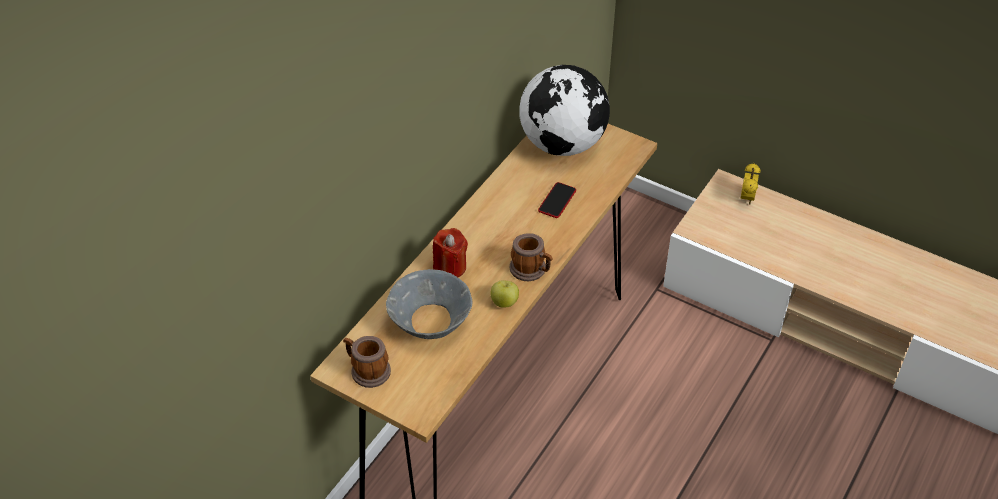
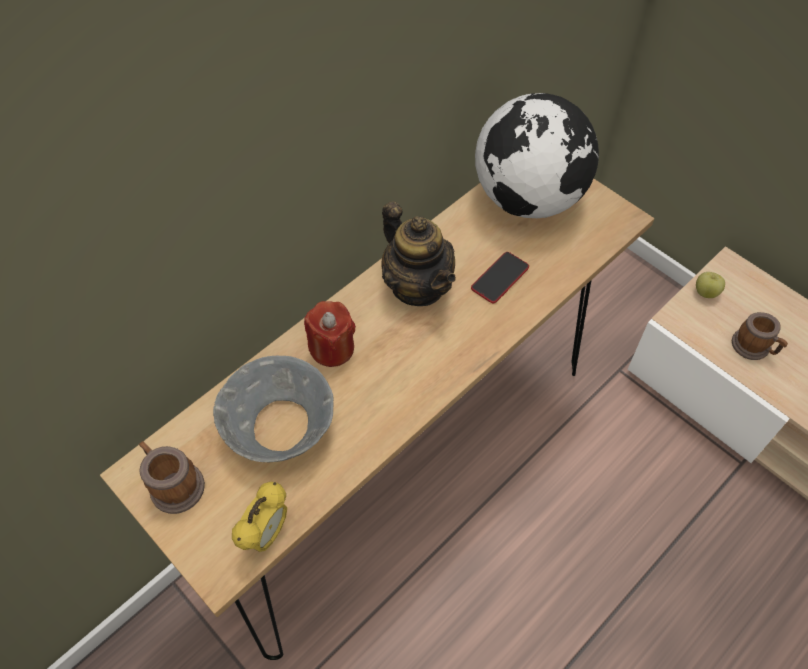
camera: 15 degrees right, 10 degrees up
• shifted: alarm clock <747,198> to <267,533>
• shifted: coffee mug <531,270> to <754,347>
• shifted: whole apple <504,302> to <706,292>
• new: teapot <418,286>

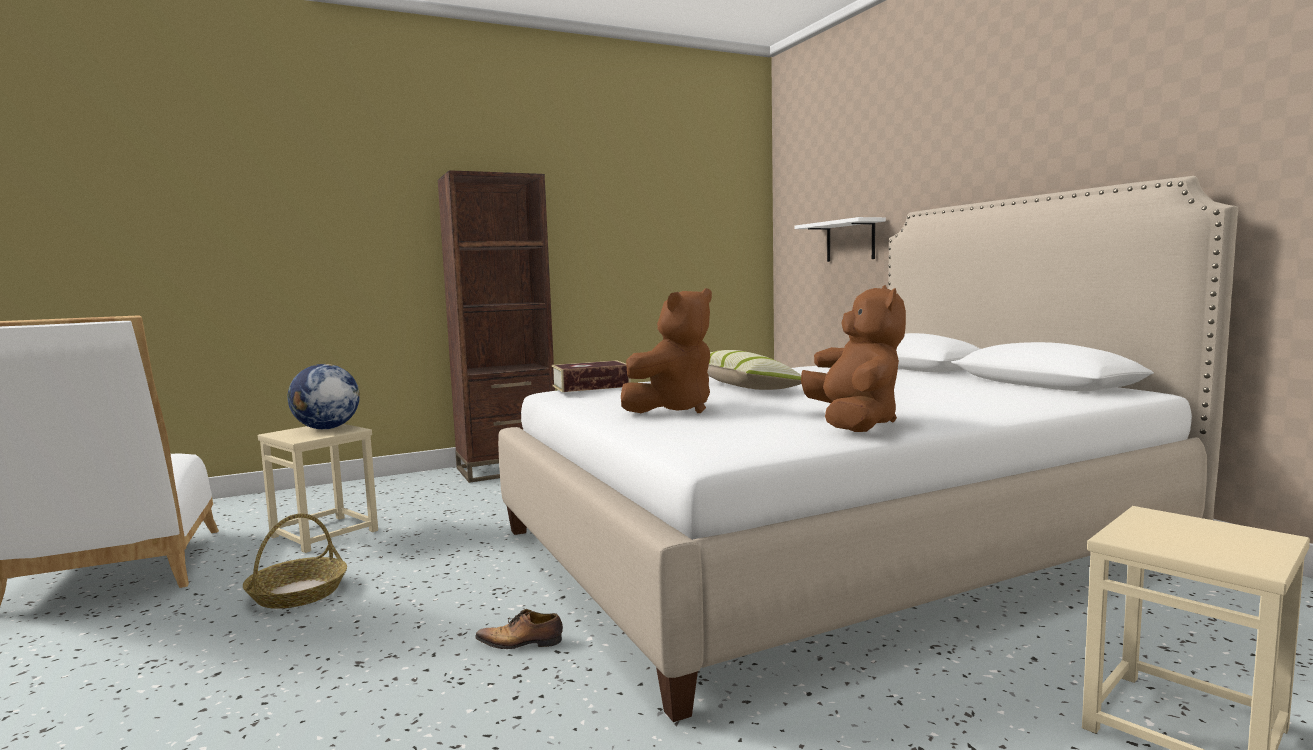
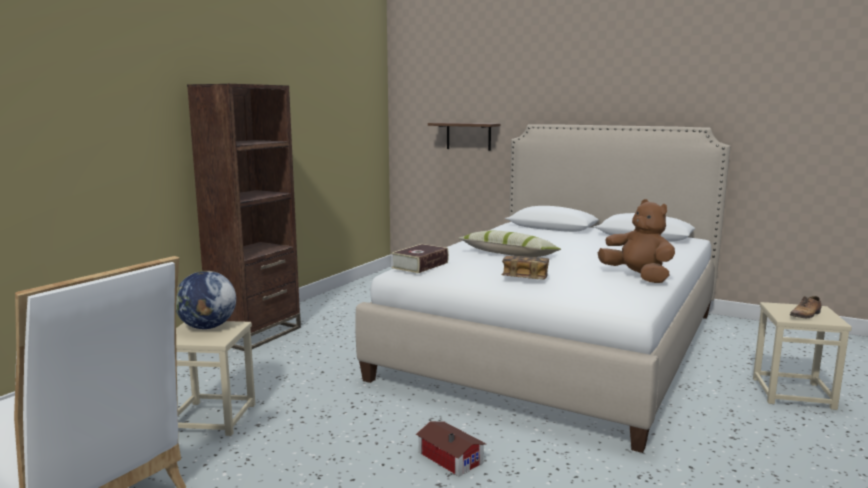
camera: 35 degrees left, 5 degrees up
• repainted: wall shelf/white <850,241> to wall shelf/brownish <468,136>
• swapped: cuddly toy/brownish <673,409> to bound book <525,278>
• gone: storage basket <298,593>
• shifted: low shoe <521,643> to <805,315>
• new: model house <450,456>

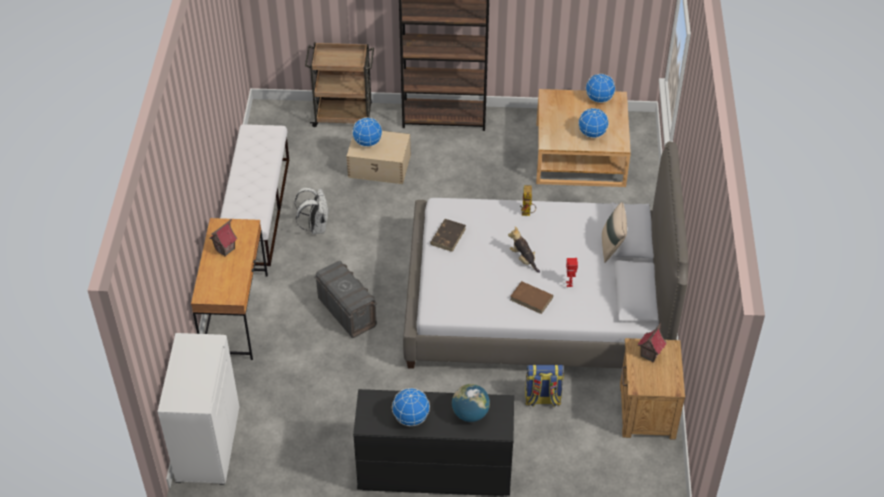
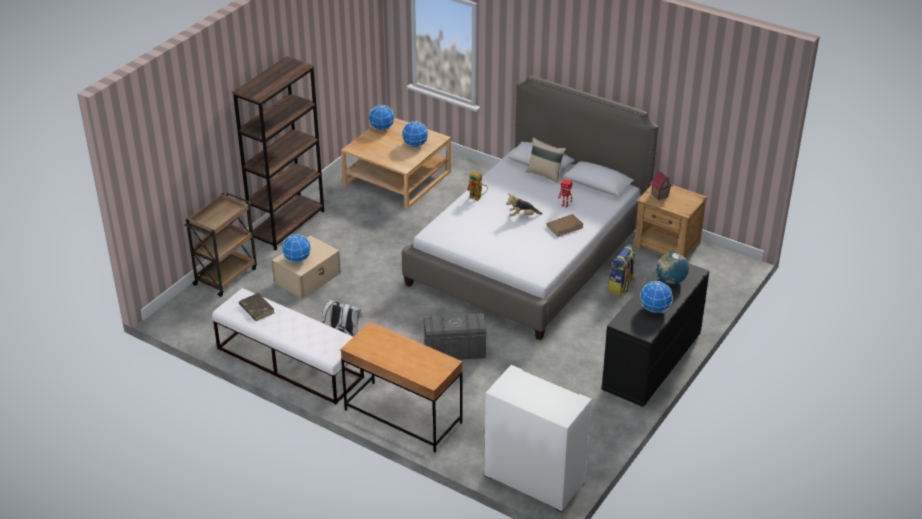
camera: 60 degrees left, 10 degrees down
• gone: model house <225,249>
• shifted: bound book/brownish <448,236> to <256,308>

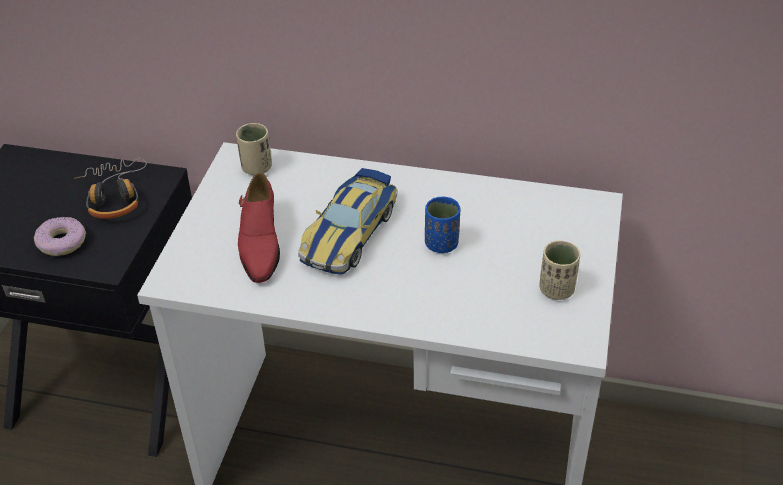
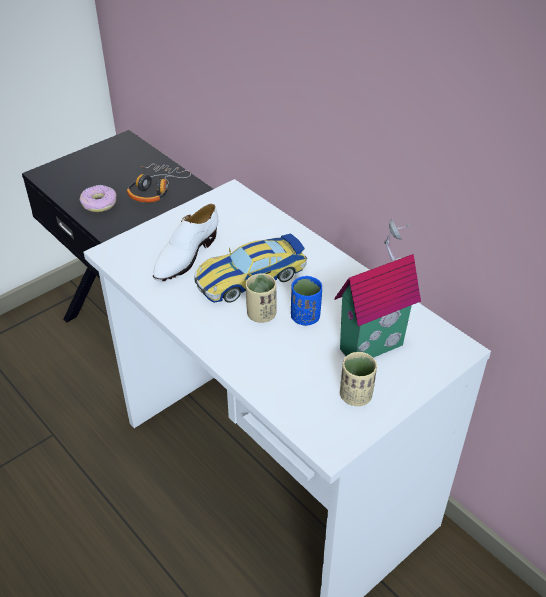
camera: 35 degrees right, 0 degrees up
• shifted: drinking cup/sand-coloured <256,168> to <261,315>
• repainted: low shoe/red <259,244> to low shoe/white <185,256>
• new: model house <369,344>

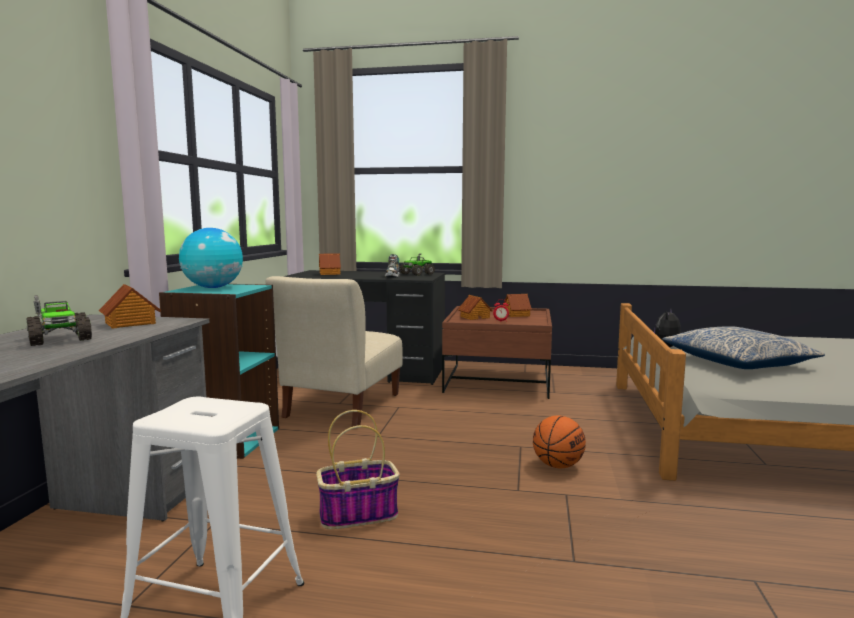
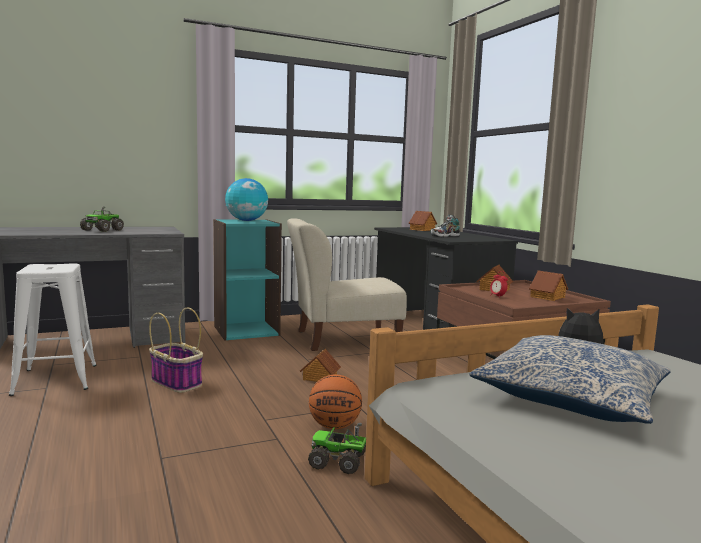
camera: 55 degrees right, 0 degrees up
• shifted: model truck <417,274> to <339,461>
• shifted: model house <130,323> to <319,377>

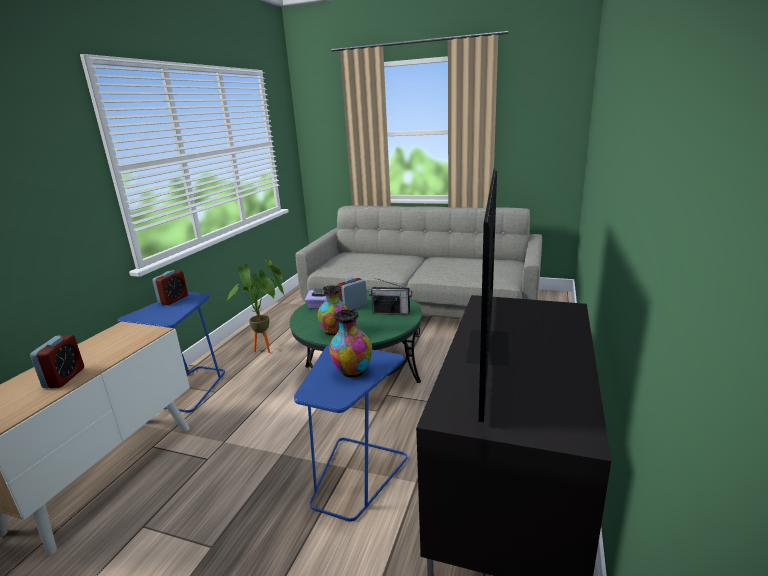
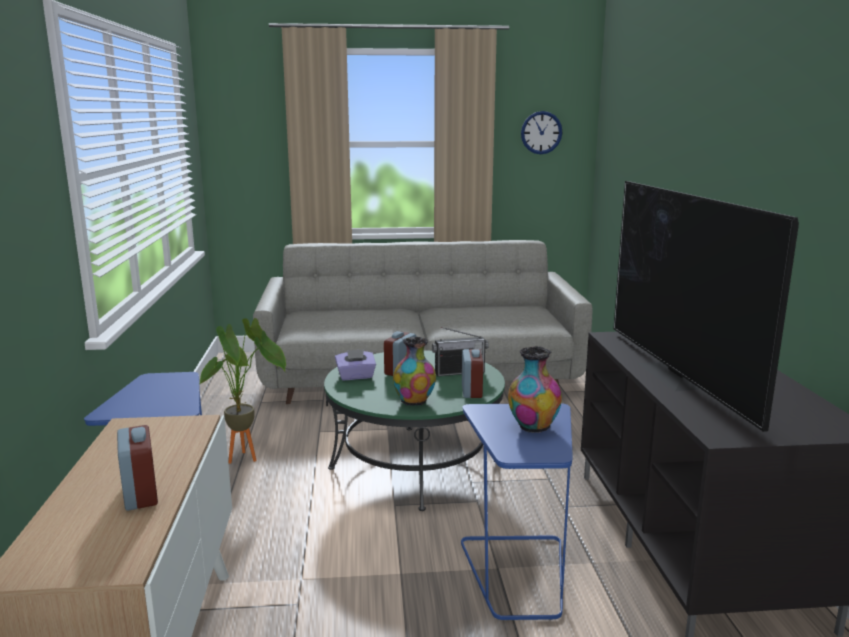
camera: 25 degrees left, 5 degrees down
• shifted: alarm clock <173,300> to <471,391>
• new: hanging clock <541,132>

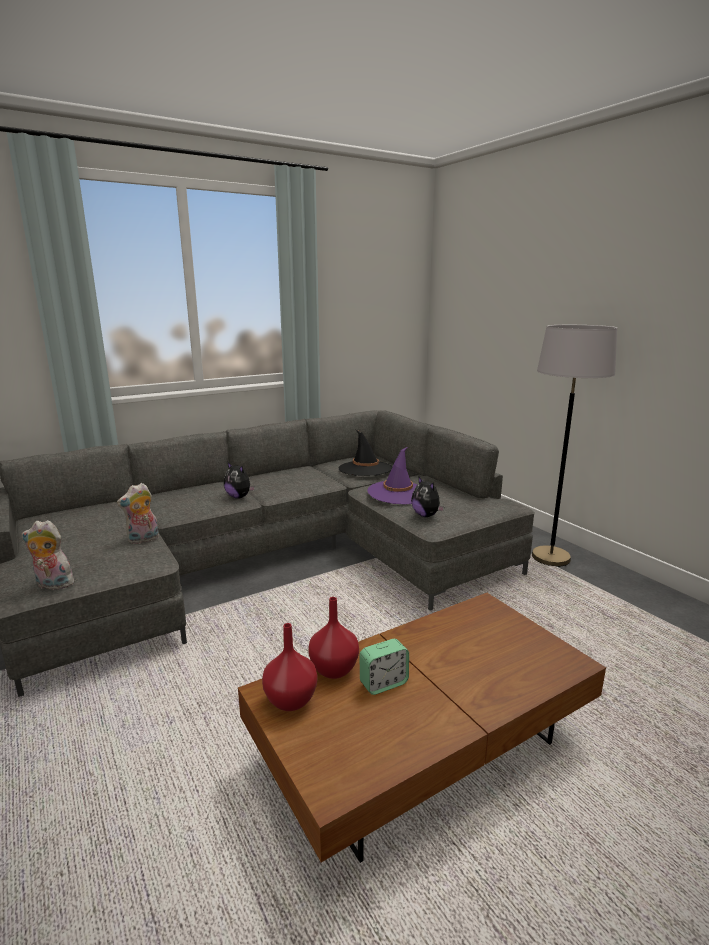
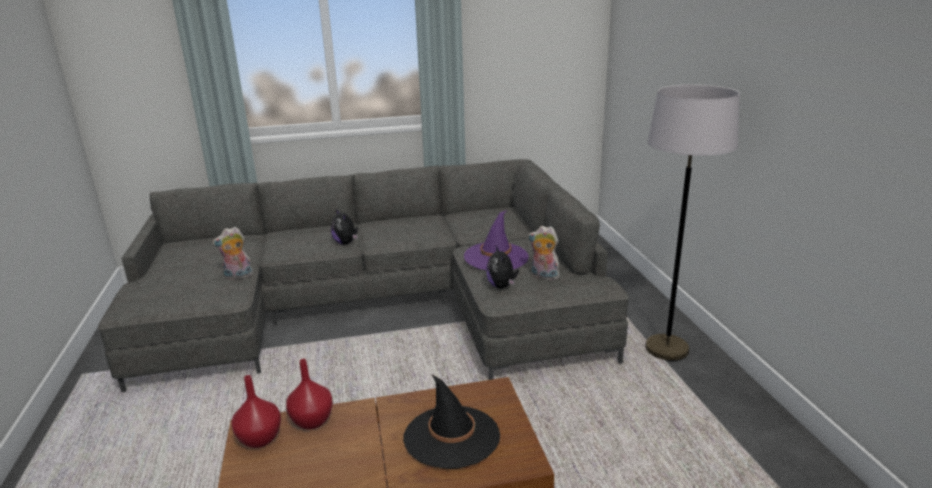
camera: 20 degrees right, 5 degrees up
• shifted: clothing hat/black-coloured <365,469> to <451,436>
• shifted: cuddly toy <52,585> to <543,276>
• gone: alarm clock <383,683>

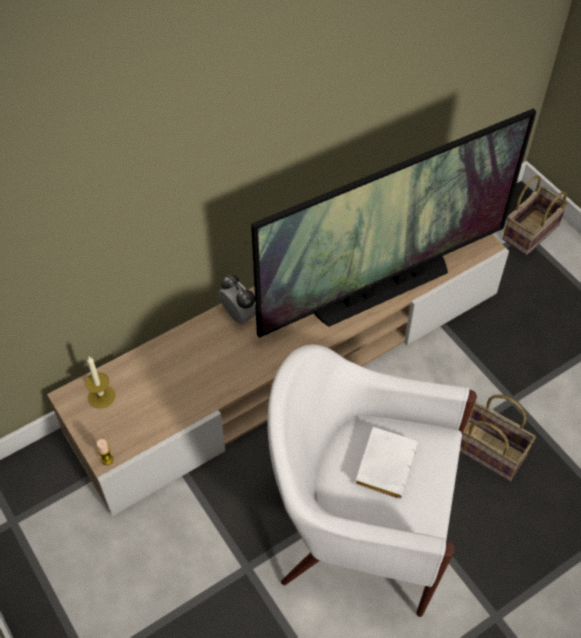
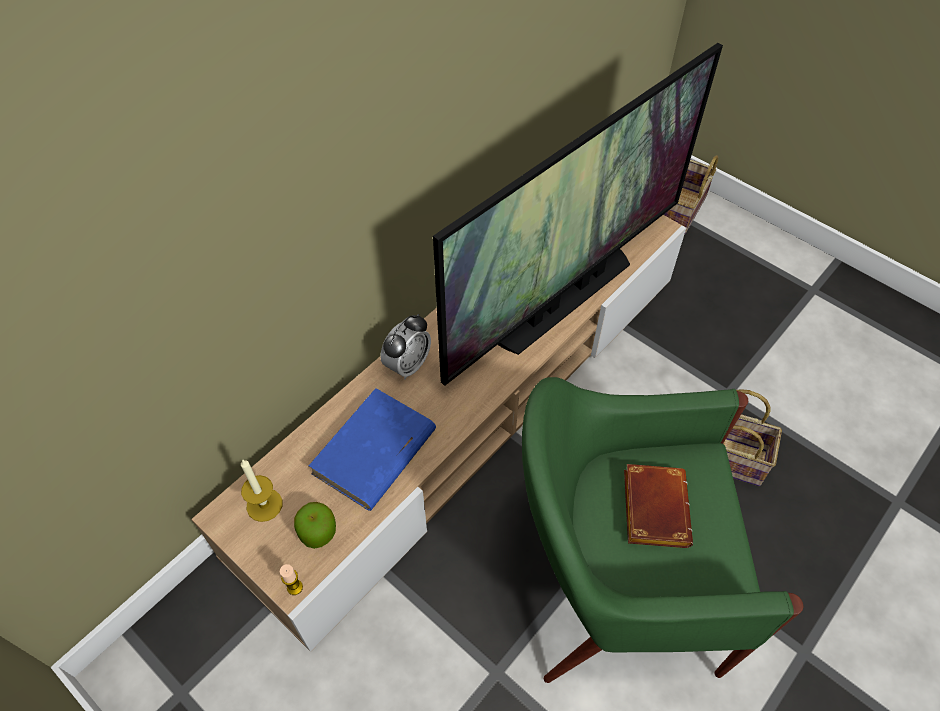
camera: 15 degrees left, 0 degrees up
• rotated: alarm clock <239,316> = <407,365> 90 degrees clockwise
• repainted: easy chair/white <361,526> to easy chair/greenish <614,582>
• repainted: bound book/white <383,463> to bound book/brownish <652,507>
• new: bound book/blue-coloured <374,453>
• new: whole apple <318,532>

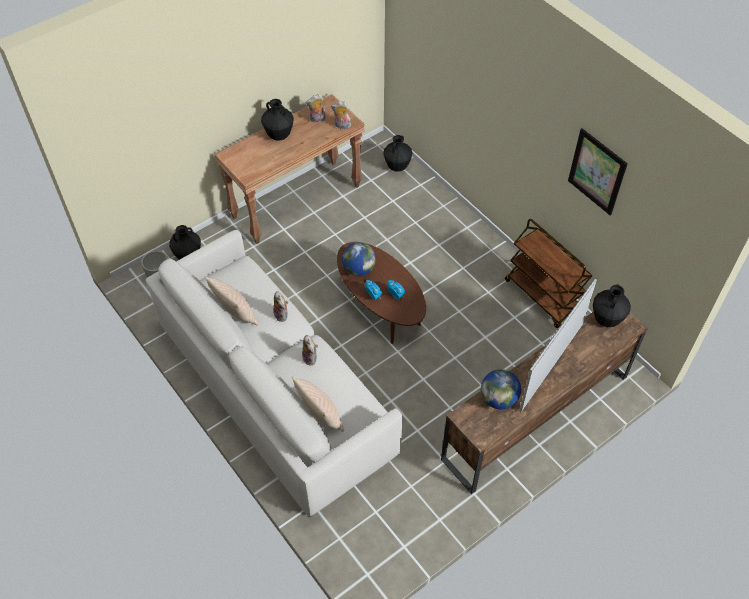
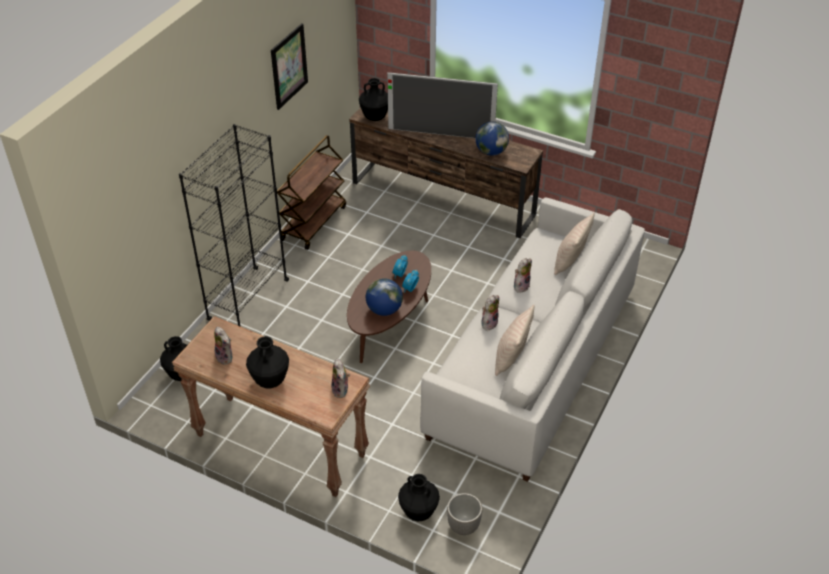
camera: 115 degrees left, 10 degrees down
• shifted: cuddly toy <341,126> to <341,390>
• new: bookcase/black-coloured <248,300>

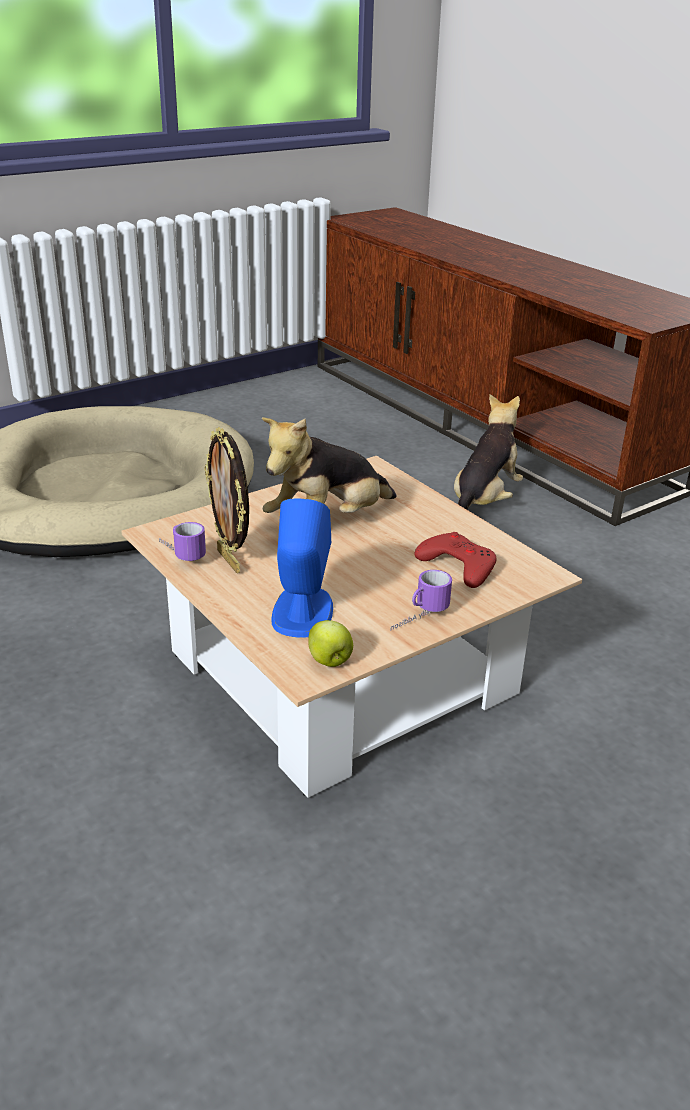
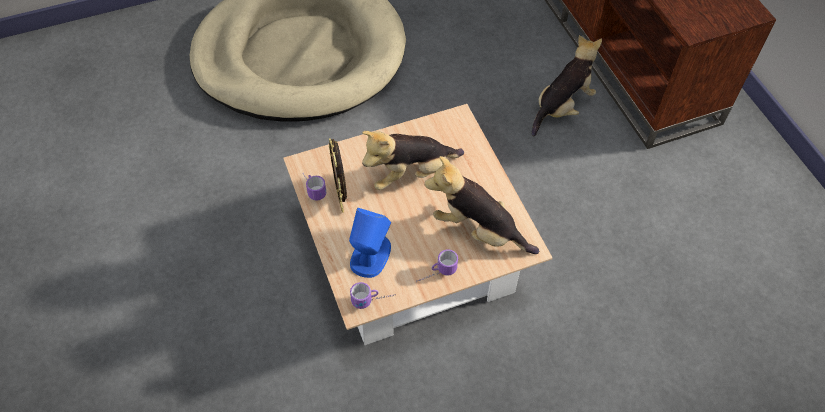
camera: 15 degrees right, 25 degrees up
• swapped: gamepad/red <458,565> to cuddly toy <478,230>
• swapped: whole apple <330,661> to coffee mug <373,300>

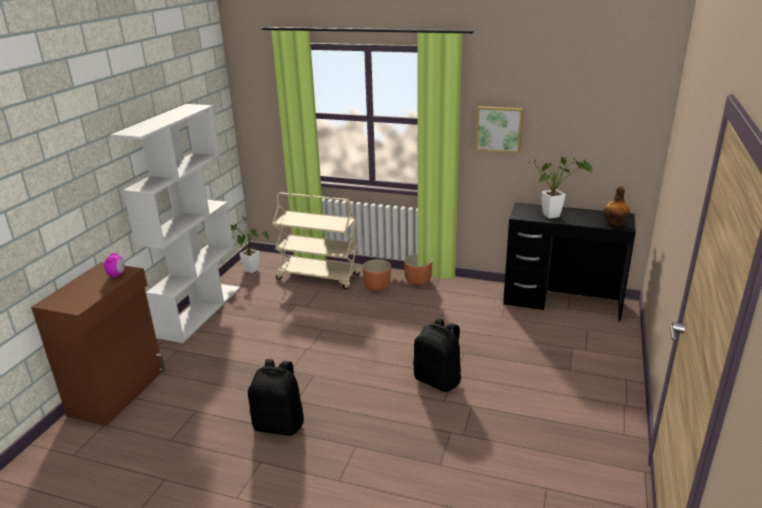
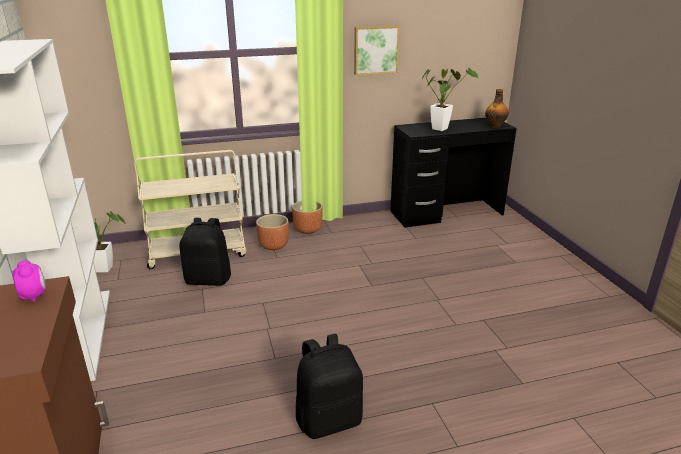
camera: 35 degrees left, 0 degrees up
• shifted: backpack/black-coloured <438,380> to <209,279>

